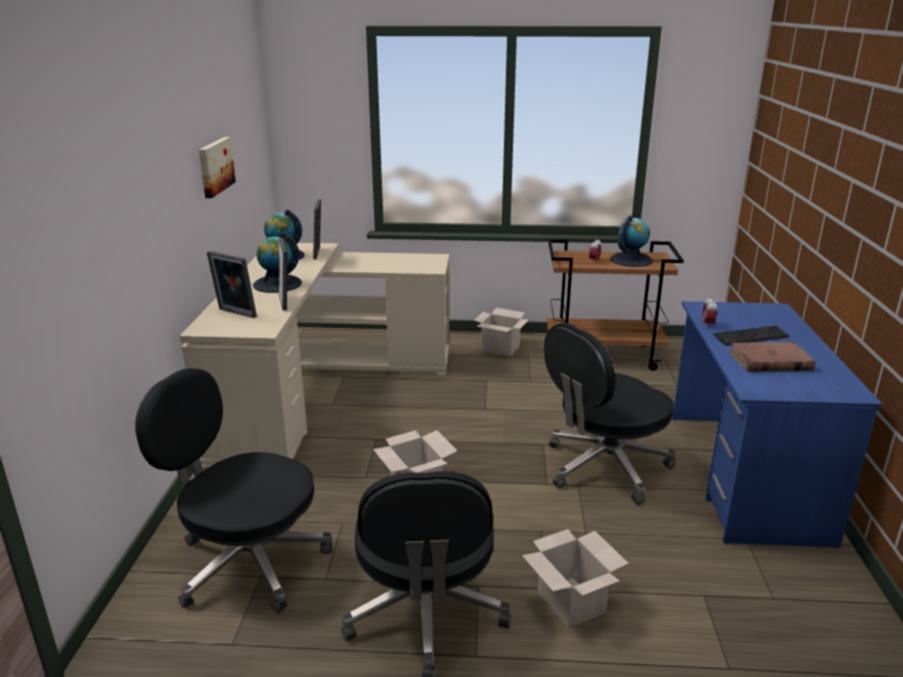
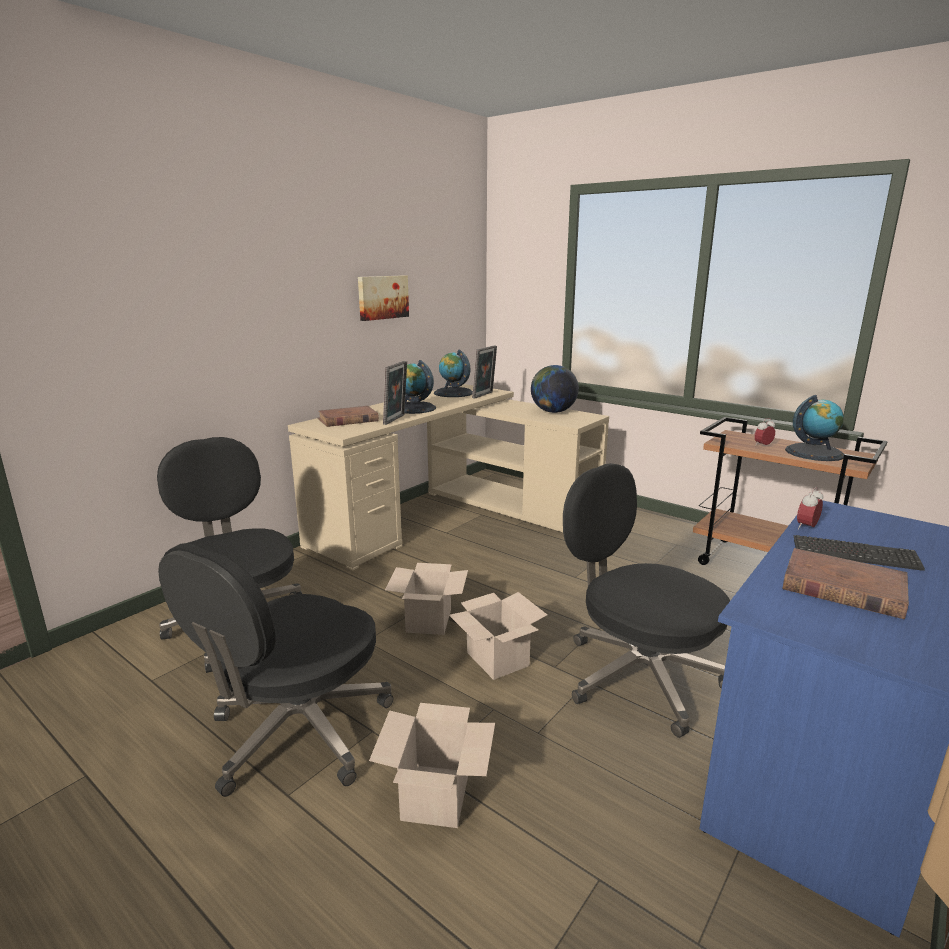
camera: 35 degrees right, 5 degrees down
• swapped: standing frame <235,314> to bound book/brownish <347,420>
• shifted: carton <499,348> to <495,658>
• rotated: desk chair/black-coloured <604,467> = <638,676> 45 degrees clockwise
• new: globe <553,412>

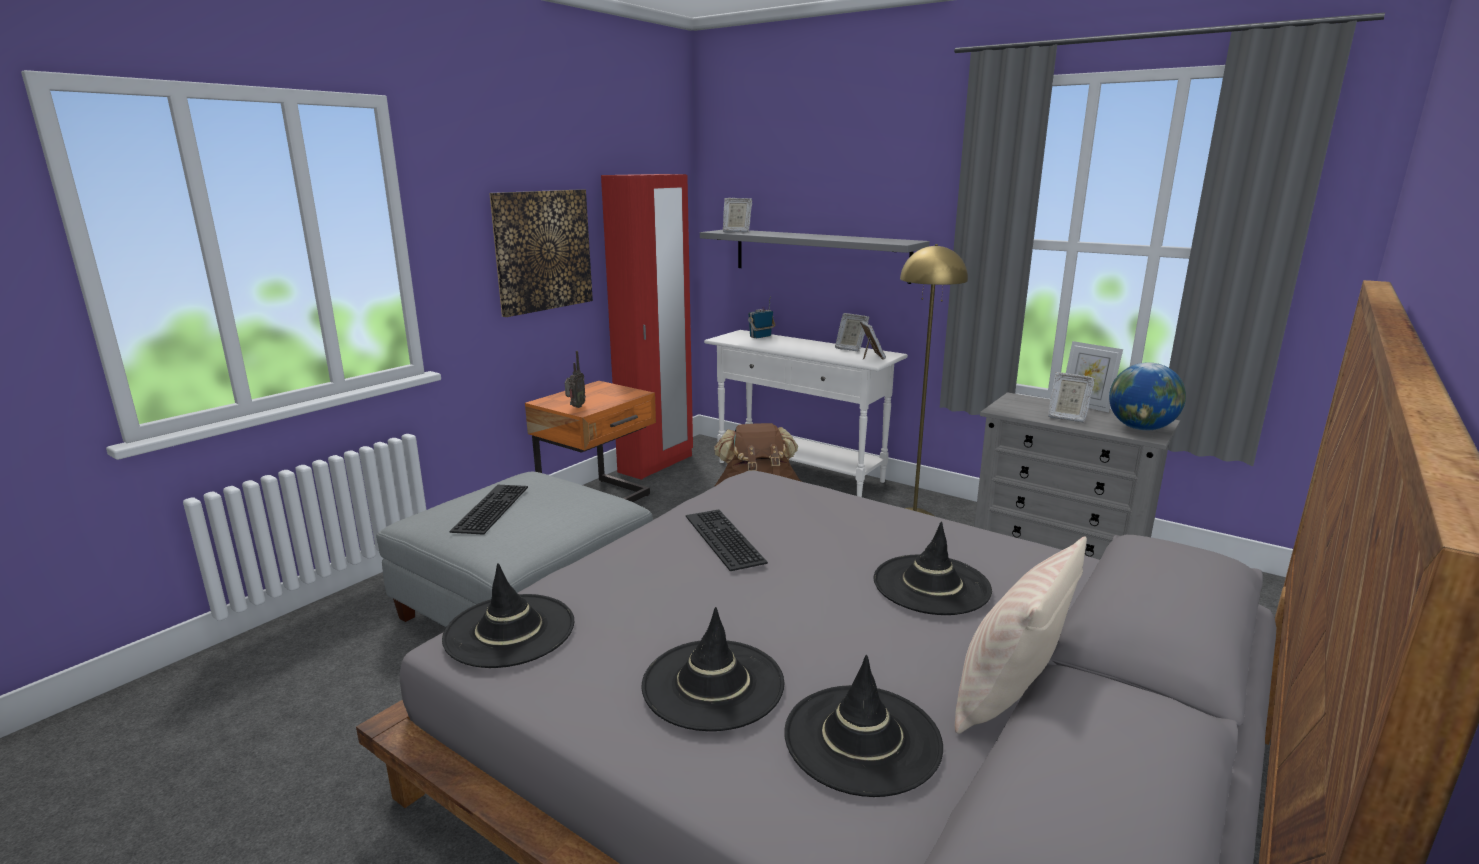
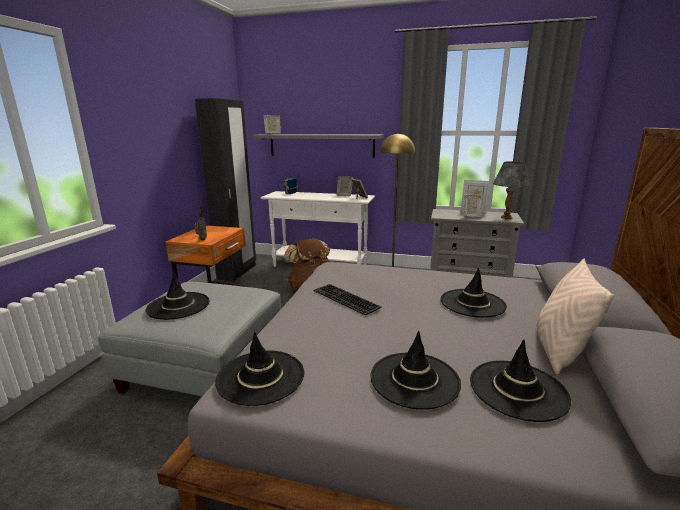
camera: 20 degrees left, 0 degrees up
• repainted: armoire/red <656,464> to armoire/black-coloured <237,272>
• gone: wall picture <542,250>
• swapped: globe <1141,428> to lamp for a table/gray <506,217>
• swapped: PC keyboard <489,507> to clothing hat/black-coloured <178,306>

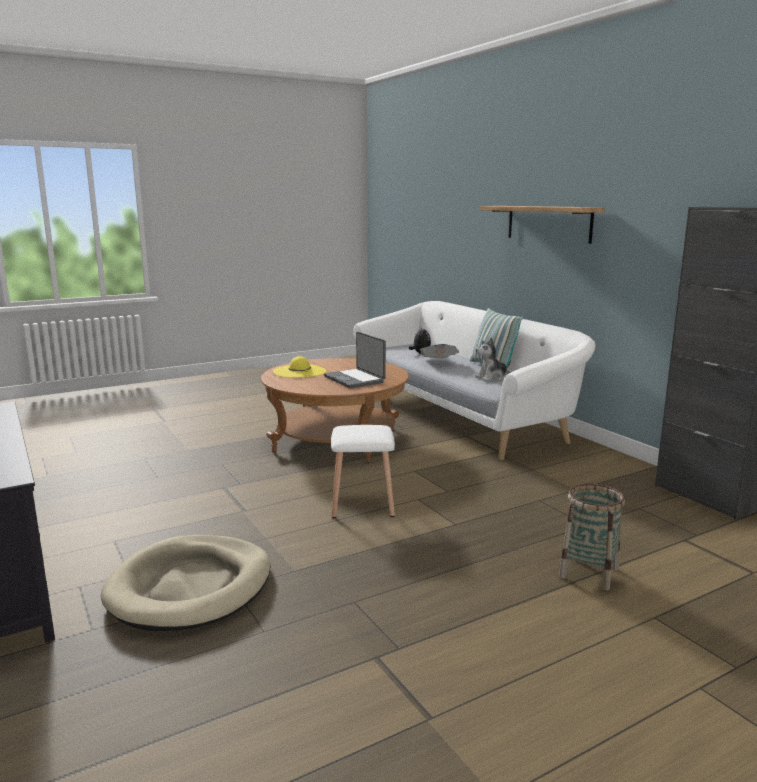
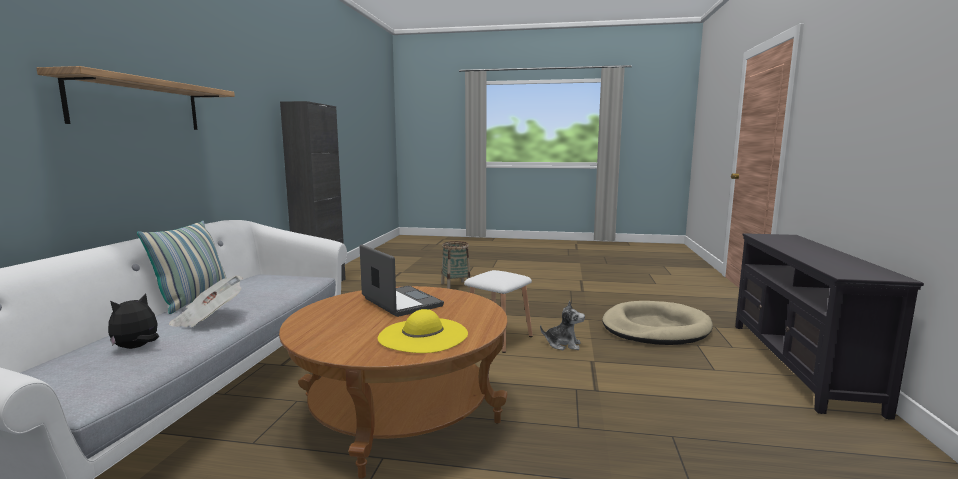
camera: 140 degrees left, 5 degrees down
• rotated: laptop <355,379> = <400,302> 45 degrees counterclockwise
• shifted: cuddly toy <492,378> to <563,344>

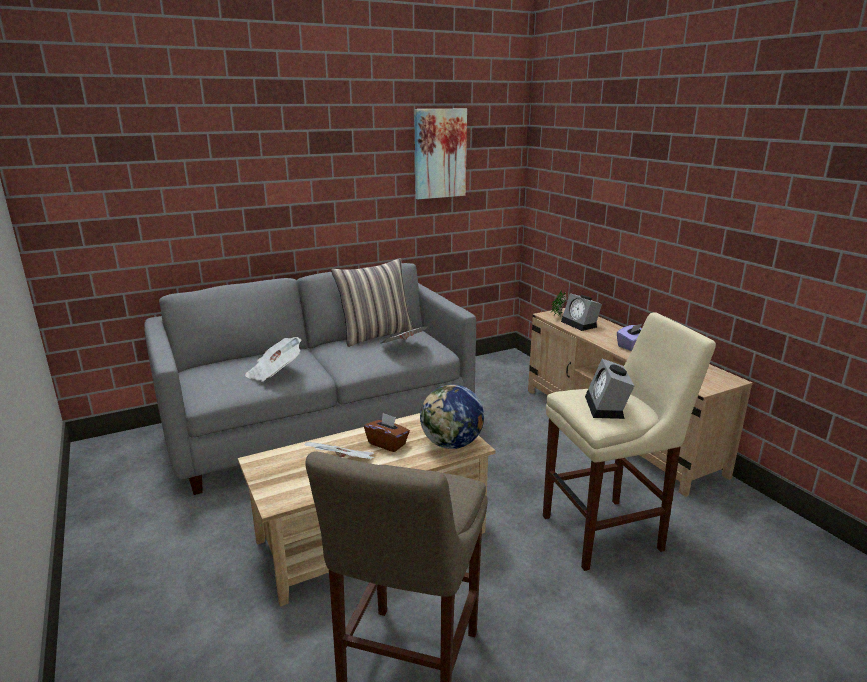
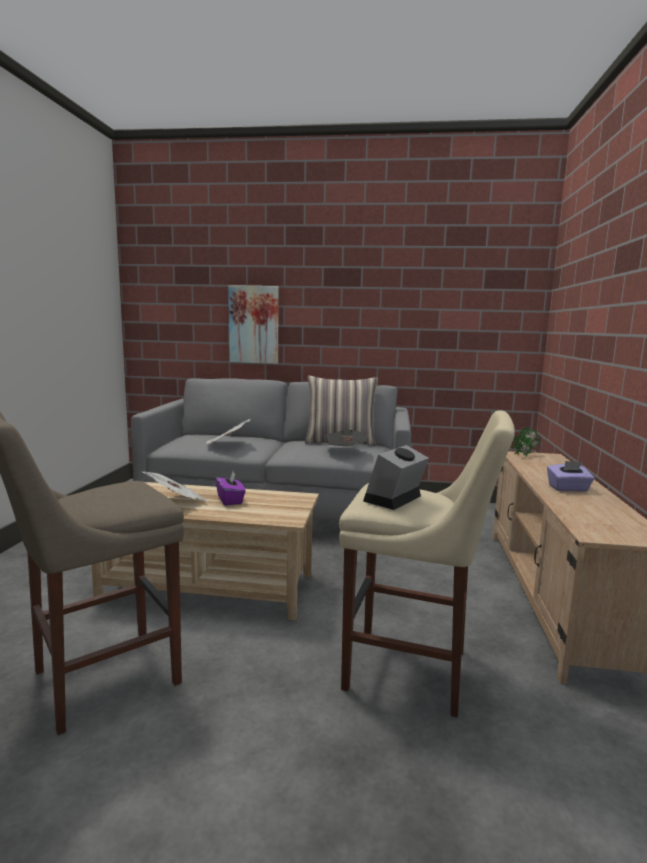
camera: 35 degrees right, 10 degrees down
• shifted: wall picture <439,153> to <254,324>
• gone: alarm clock <581,324>
• gone: globe <451,444>
• repainted: tissue holder/brownish <387,443> to tissue holder/purplish <230,500>

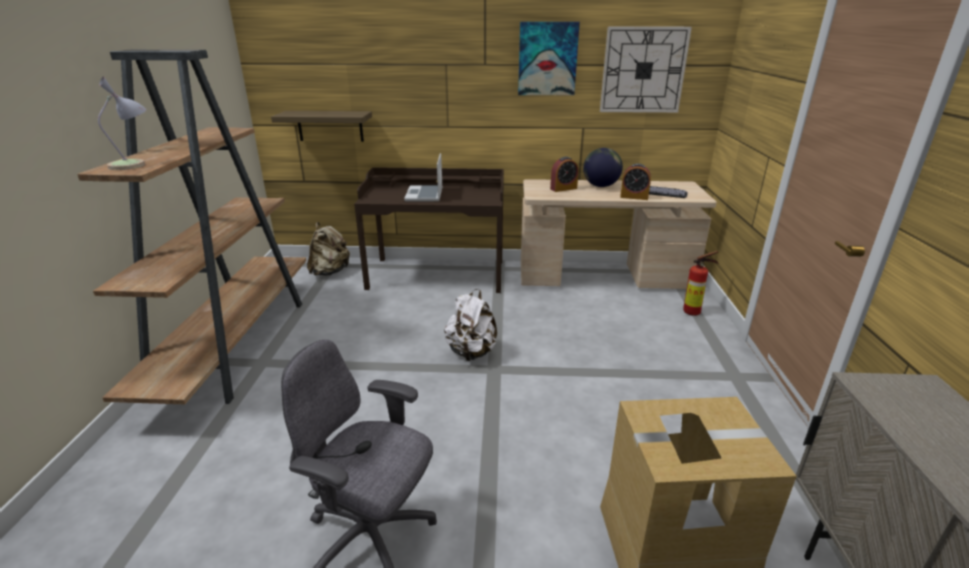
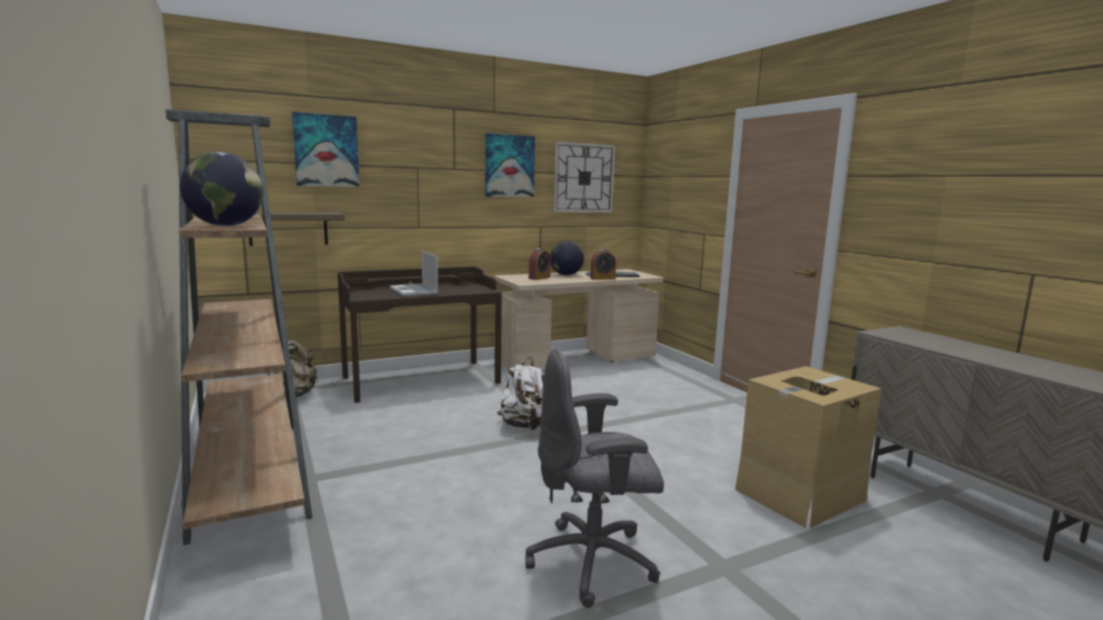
camera: 30 degrees left, 15 degrees down
• swapped: lamp for a table <135,164> to globe <226,226>
• gone: fire extinguisher <694,312>
• new: wall picture <326,151>

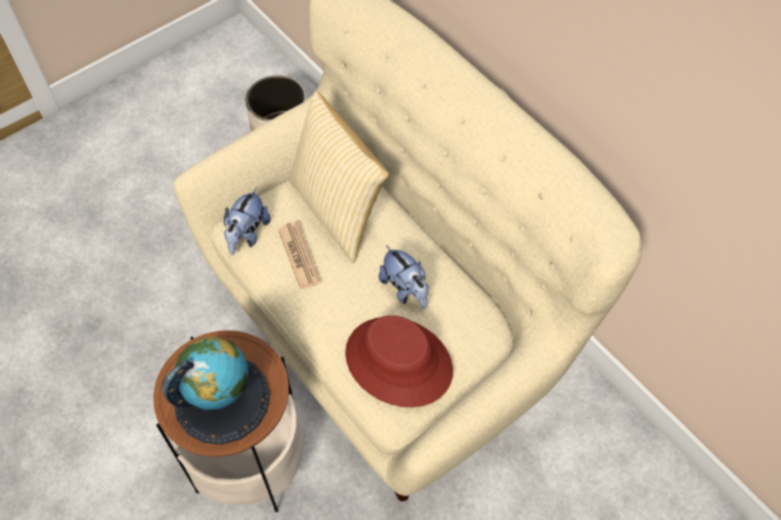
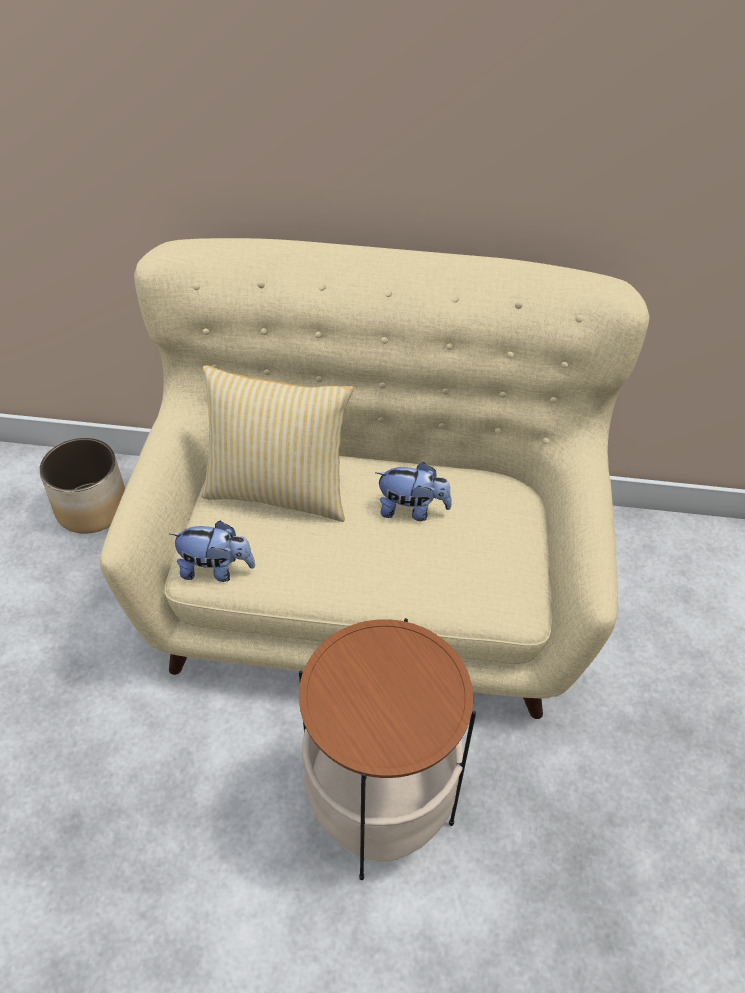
camera: 45 degrees left, 10 degrees down
• rotated: cuddly toy <247,234> = <216,569> 60 degrees counterclockwise
• gone: printed paper <299,255>
• gone: clothing hat/red <398,362>
• gone: globe <222,398>

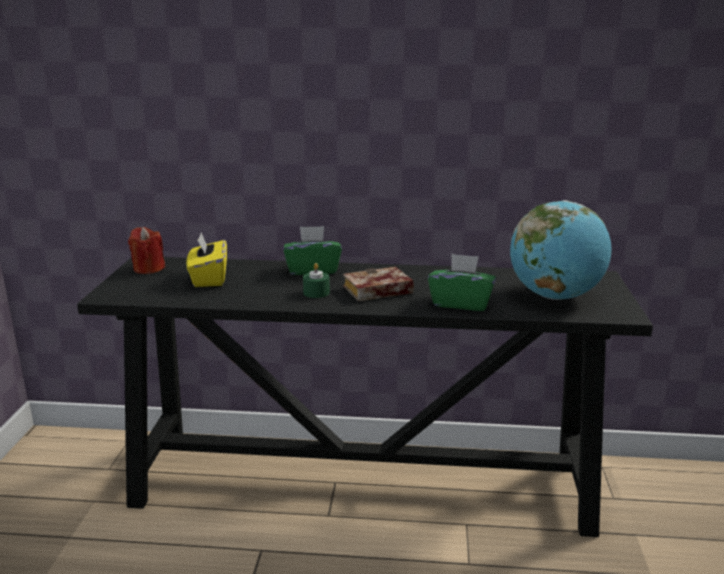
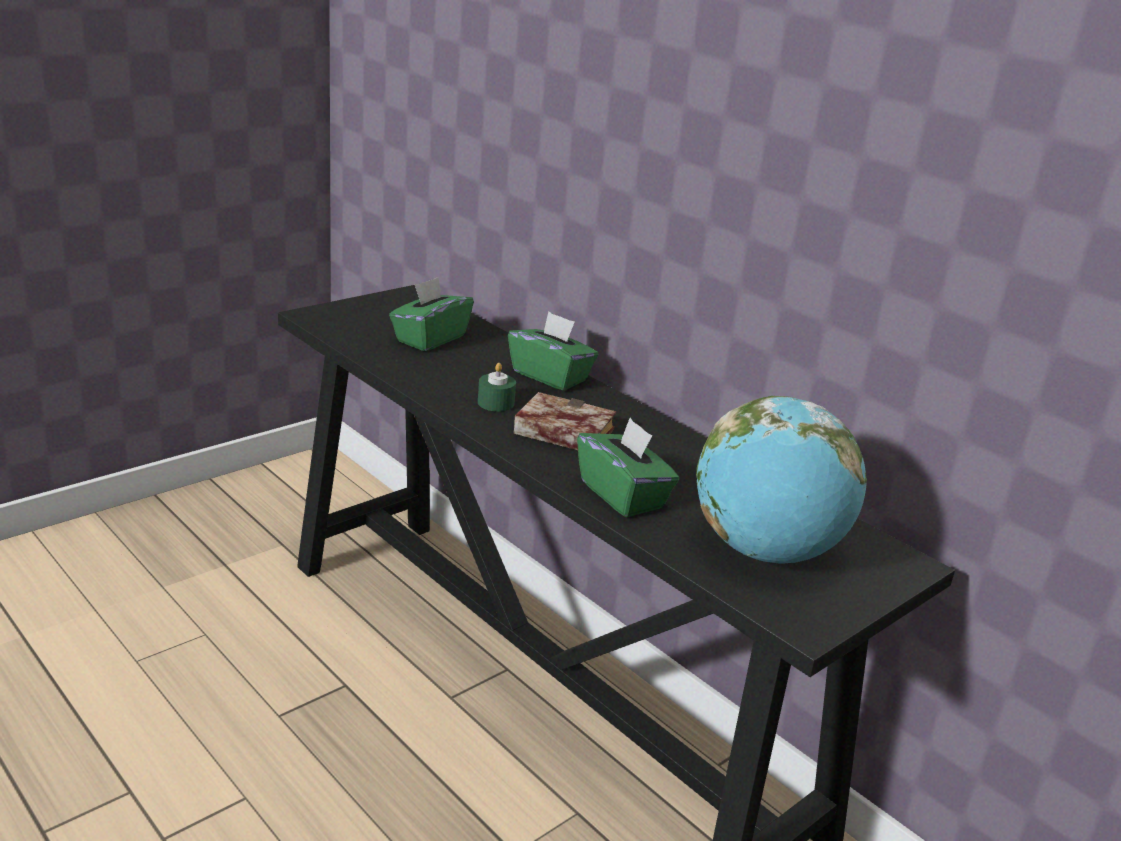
camera: 40 degrees right, 5 degrees up
• gone: candle/red <148,268>
• repainted: tissue holder/yellow <209,278> to tissue holder/greenish <430,338>

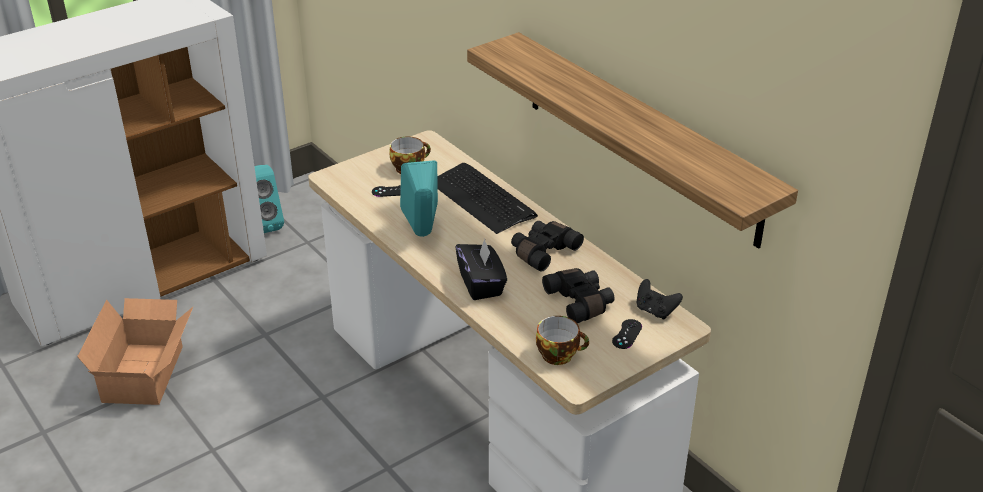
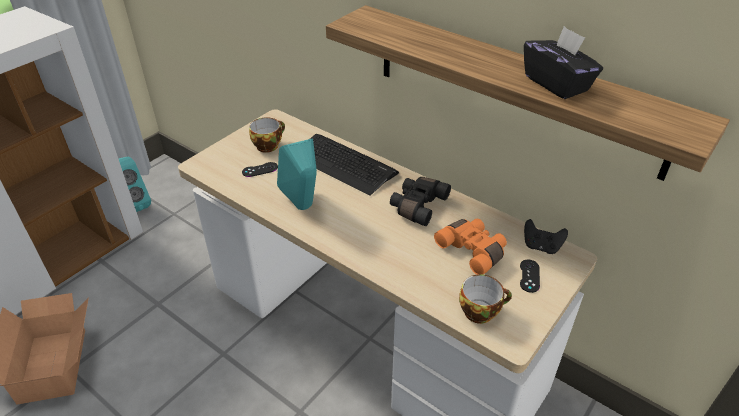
camera: 15 degrees left, 5 degrees up
• shifted: tissue holder/black-coloured <481,284> to <557,84>
• repainted: binoculars/black-coloured <581,302> to binoculars/orangey <473,250>

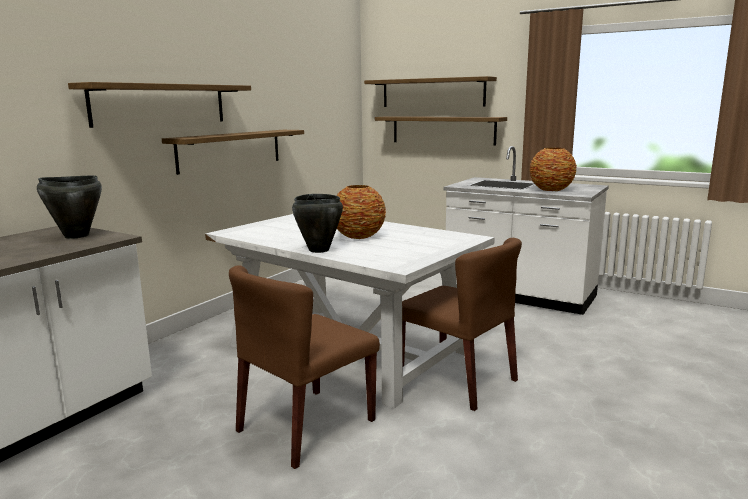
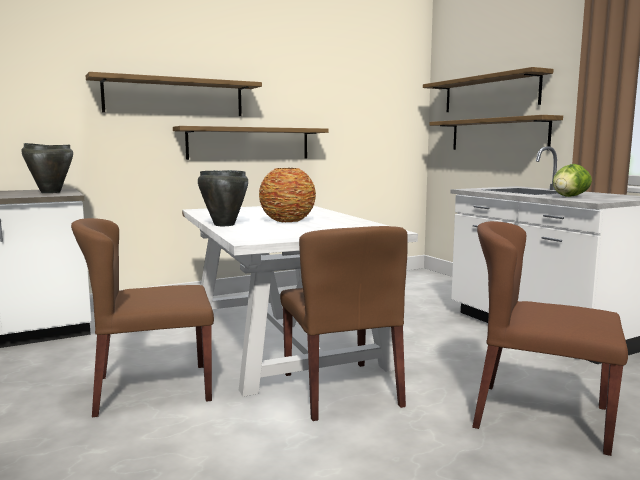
camera: 30 degrees right, 5 degrees down
• swapped: flower vase <551,190> to lettuce <569,196>
• new: chair/brownish <539,416>

